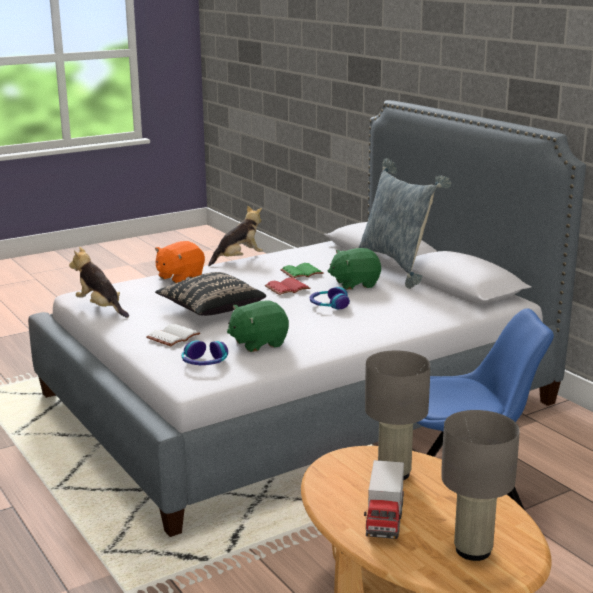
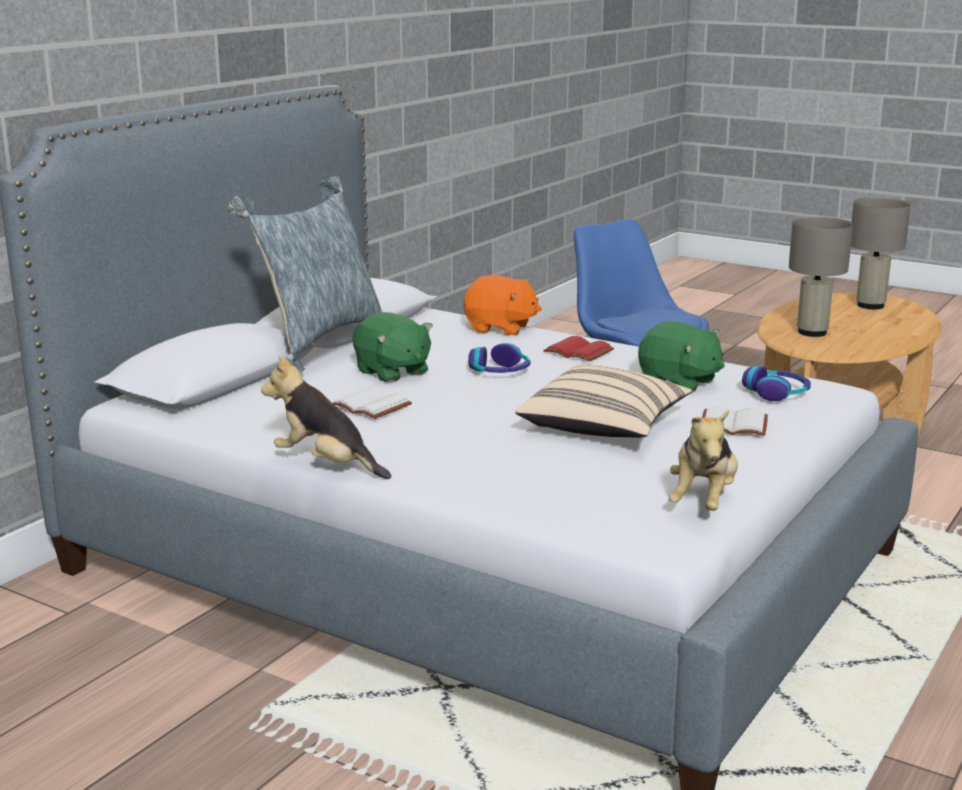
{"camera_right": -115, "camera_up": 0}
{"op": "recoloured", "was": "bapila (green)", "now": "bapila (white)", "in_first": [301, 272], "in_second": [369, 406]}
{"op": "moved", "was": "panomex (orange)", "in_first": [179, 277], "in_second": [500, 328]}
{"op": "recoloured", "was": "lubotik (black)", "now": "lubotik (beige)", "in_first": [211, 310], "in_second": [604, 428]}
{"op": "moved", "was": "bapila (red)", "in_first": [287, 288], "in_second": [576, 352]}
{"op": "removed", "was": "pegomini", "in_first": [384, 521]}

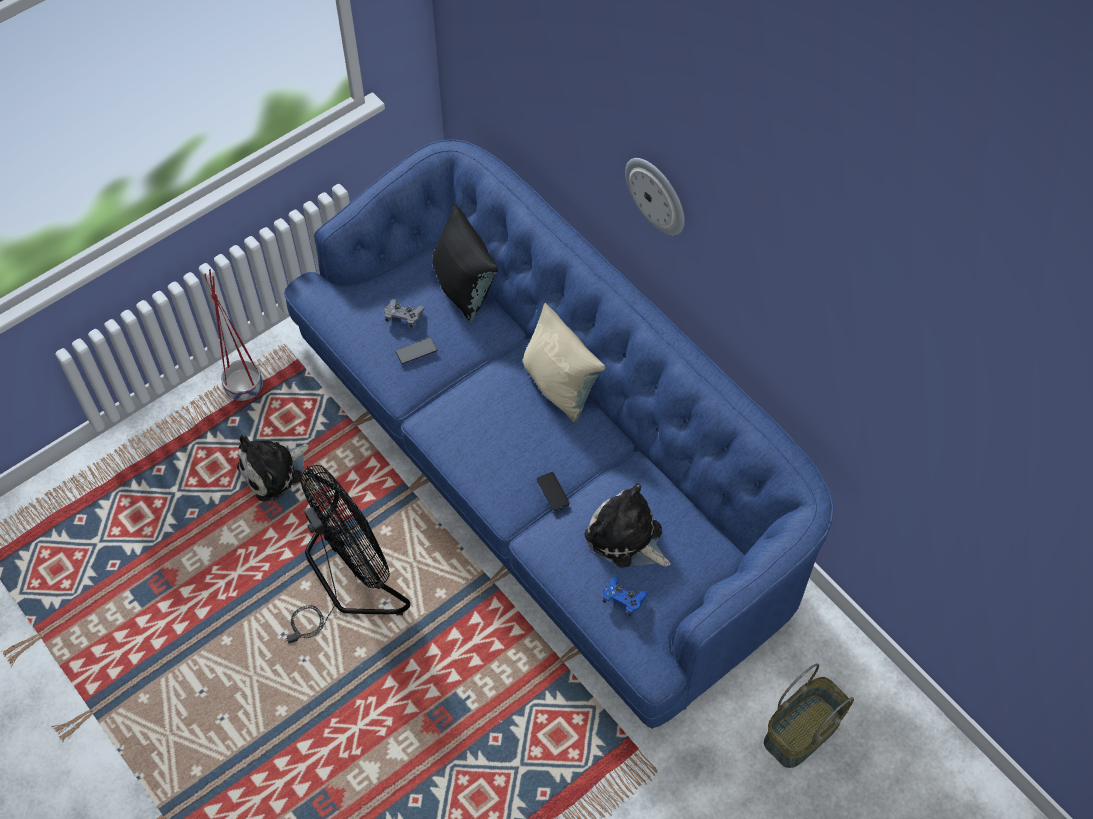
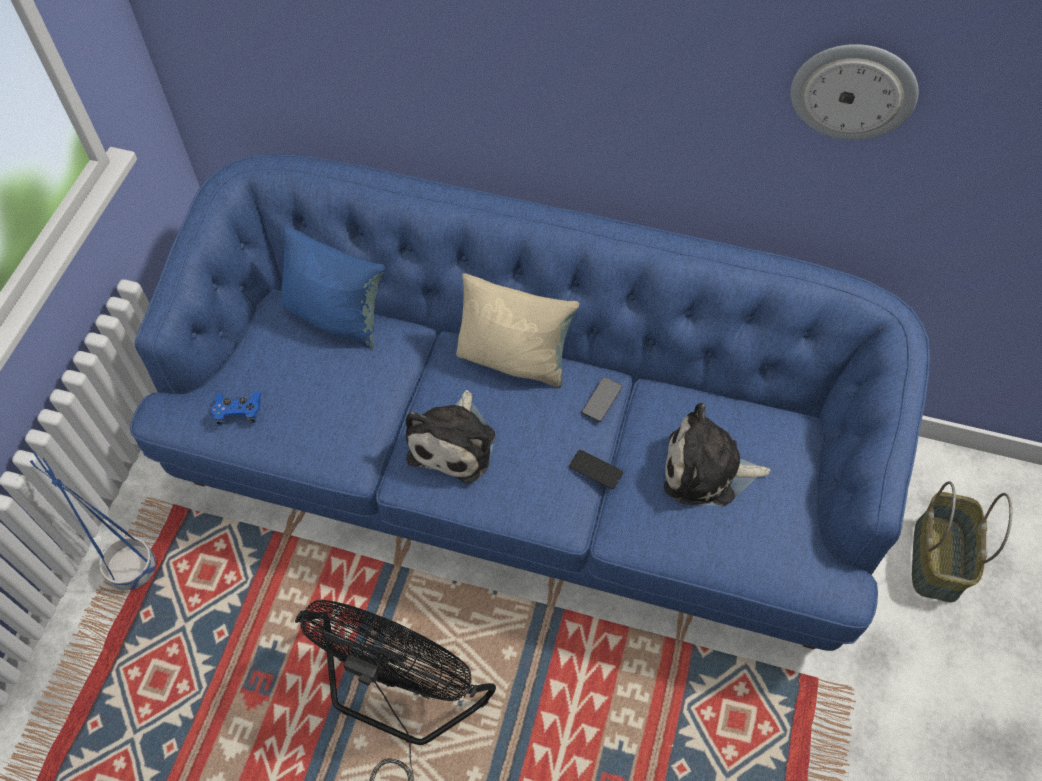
{"camera_right": -35, "camera_up": 0}
{"op": "recoloured", "was": "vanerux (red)", "now": "vanerux (blue)", "in_first": [244, 386], "in_second": [132, 568]}
{"op": "moved", "was": "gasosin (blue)", "in_first": [623, 599], "in_second": [239, 412]}
{"op": "recoloured", "was": "lubotik (black)", "now": "lubotik (blue)", "in_first": [464, 287], "in_second": [336, 316]}
{"op": "moved", "was": "panomex", "in_first": [274, 471], "in_second": [454, 442]}
{"op": "moved", "was": "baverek", "in_first": [416, 351], "in_second": [602, 400]}
{"op": "moved", "was": "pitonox", "in_first": [657, 195], "in_second": [853, 91]}
{"op": "removed", "was": "gasosin (grey)", "in_first": [404, 317]}

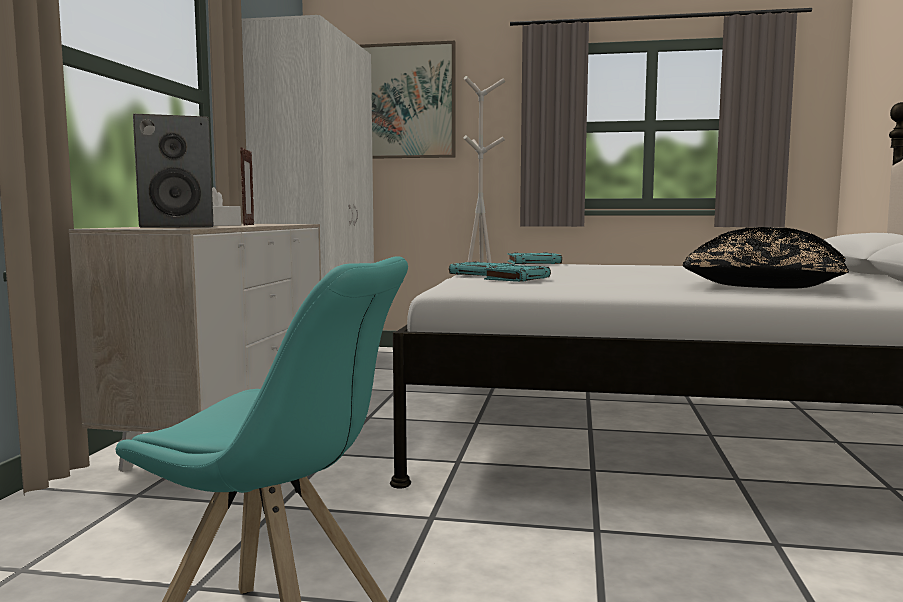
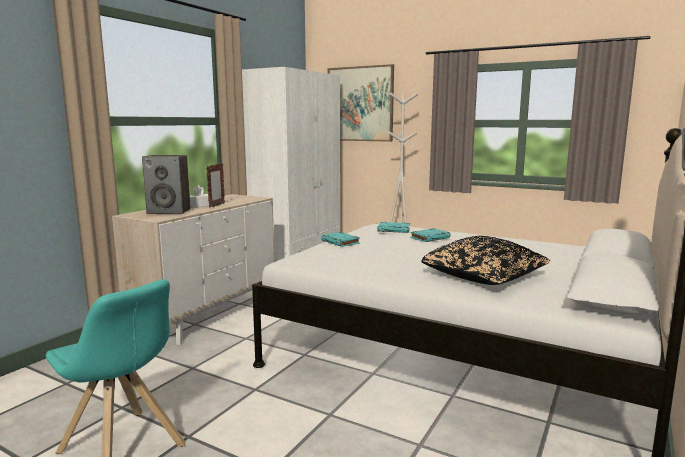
{"camera_right": 20, "camera_up": 5}
{"op": "moved", "was": "bapila (turquoise)", "in_first": [517, 278], "in_second": [430, 238]}

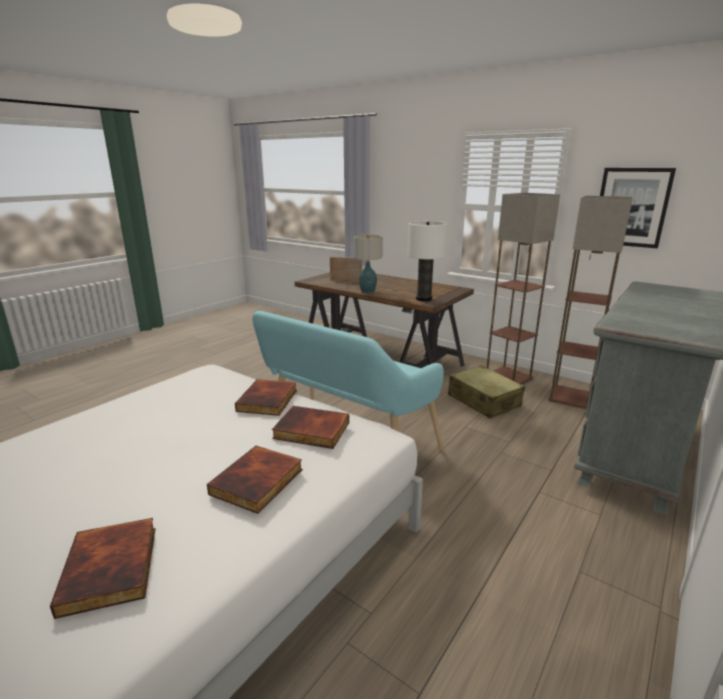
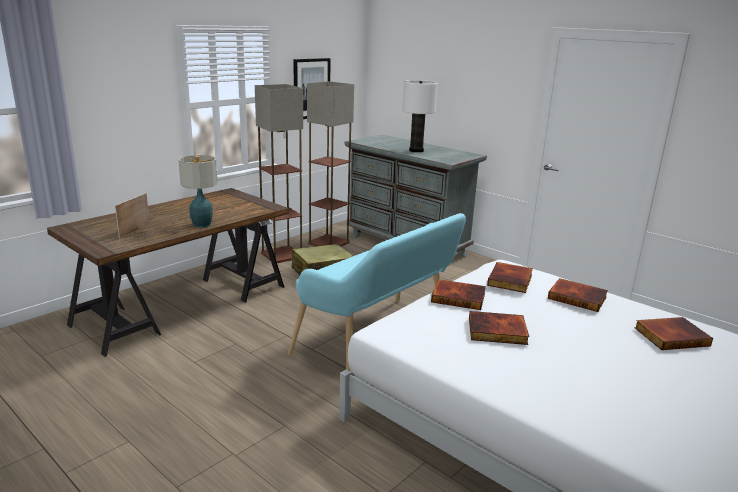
{"camera_right": -85, "camera_up": 0}
{"op": "moved", "was": "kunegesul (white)", "in_first": [424, 299], "in_second": [416, 150]}
{"op": "added", "now": "bapila", "in_second": [496, 331]}

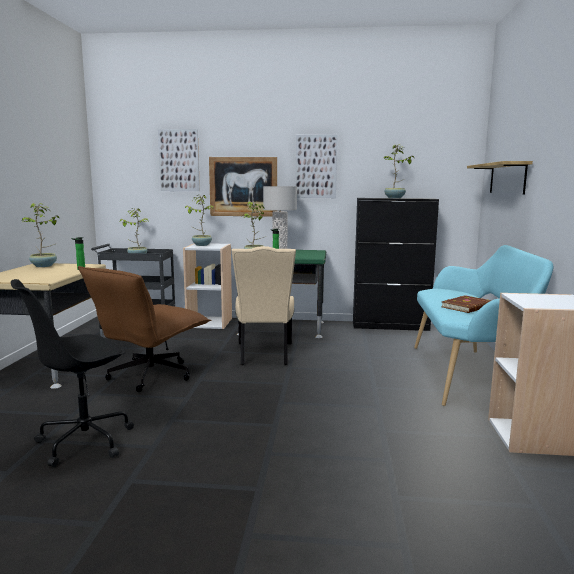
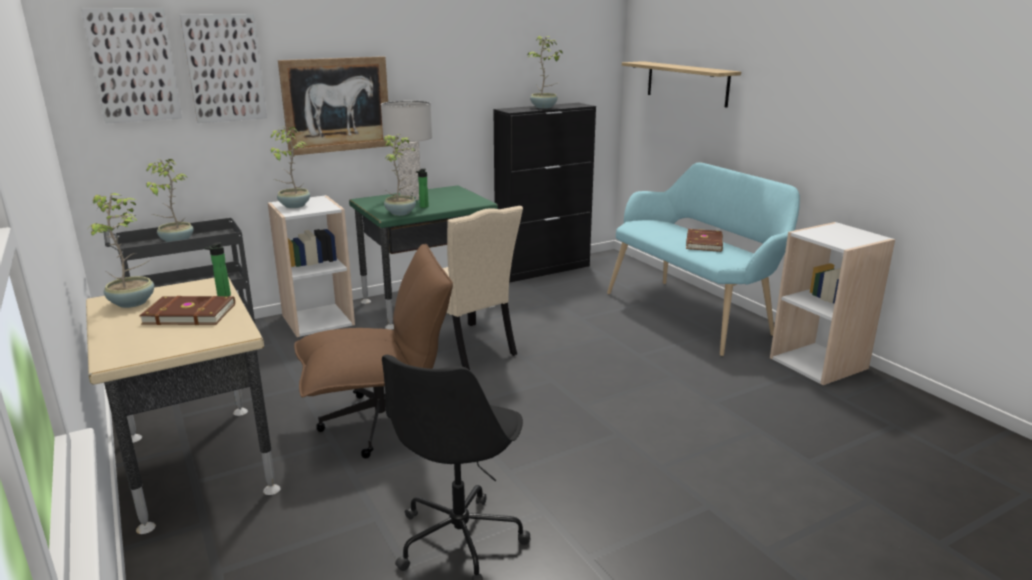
{"camera_right": -35, "camera_up": 10}
{"op": "moved", "was": "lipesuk", "in_first": [316, 166], "in_second": [133, 65]}
{"op": "added", "now": "bapila (brown)", "in_second": [190, 313]}
{"op": "turned", "was": "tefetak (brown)", "in_first": [152, 375], "in_second": [379, 423], "clockwise": -105}

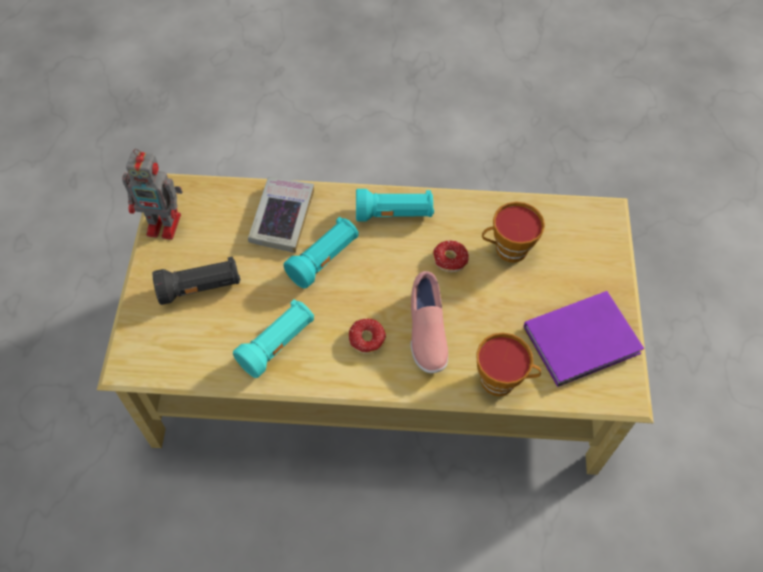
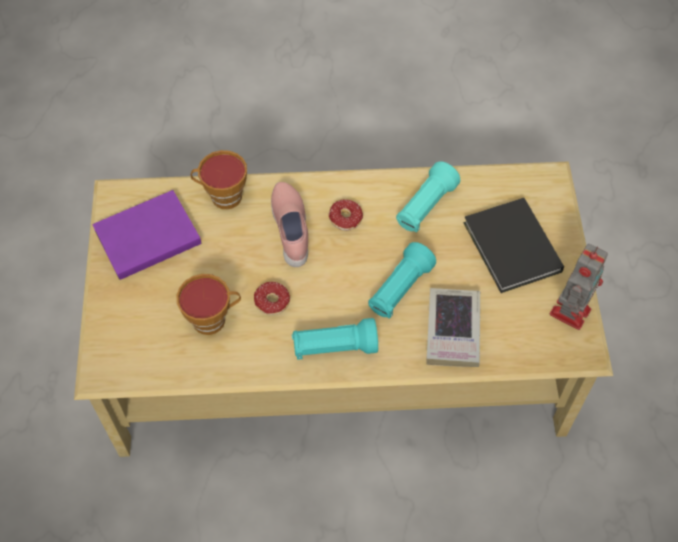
{"camera_right": 175, "camera_up": 0}
{"op": "replaced", "was": "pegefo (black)", "now": "bapila (black)", "in_first": [200, 288], "in_second": [511, 249]}
{"op": "turned", "was": "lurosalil", "in_first": [166, 225], "in_second": [571, 310], "clockwise": 120}

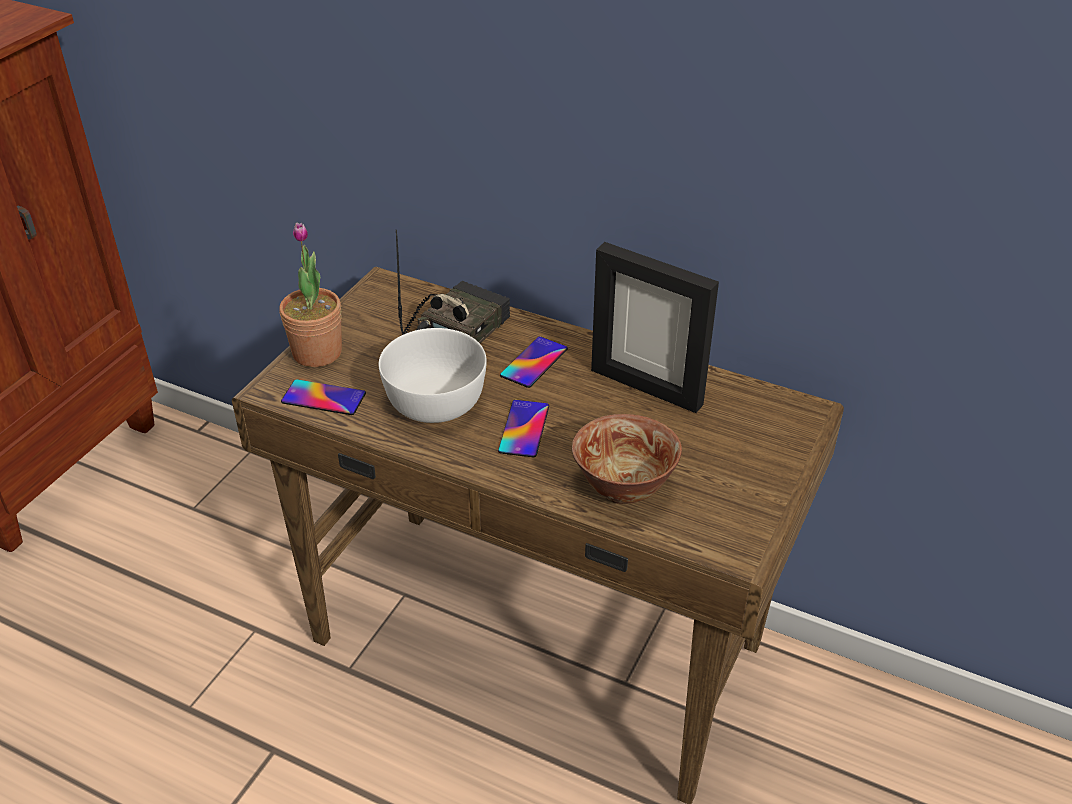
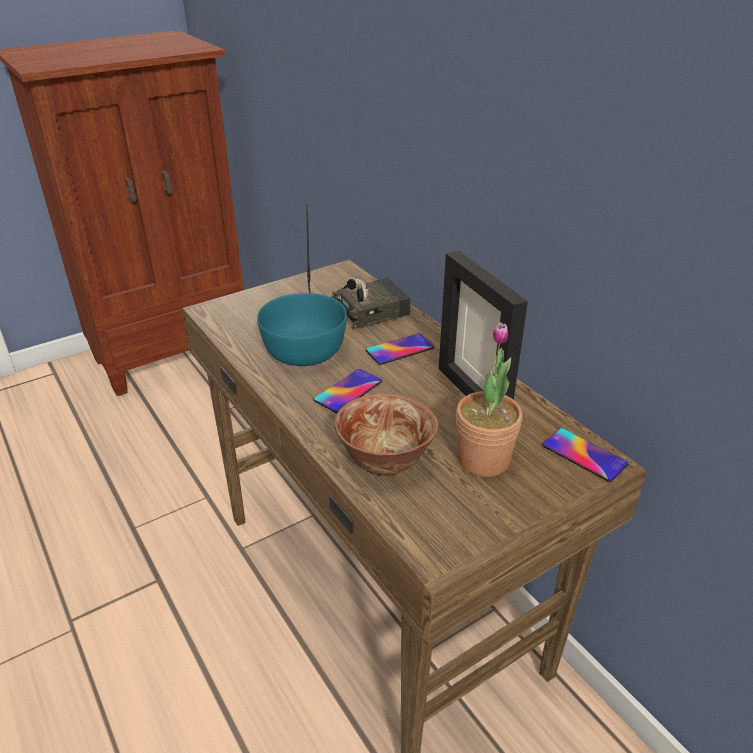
{"camera_right": 30, "camera_up": -5}
{"op": "recoloured", "was": "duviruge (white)", "now": "duviruge (turquoise)", "in_first": [437, 401], "in_second": [305, 351]}
{"op": "moved", "was": "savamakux", "in_first": [317, 353], "in_second": [483, 460]}
{"op": "moved", "was": "baverek", "in_first": [323, 398], "in_second": [584, 455]}

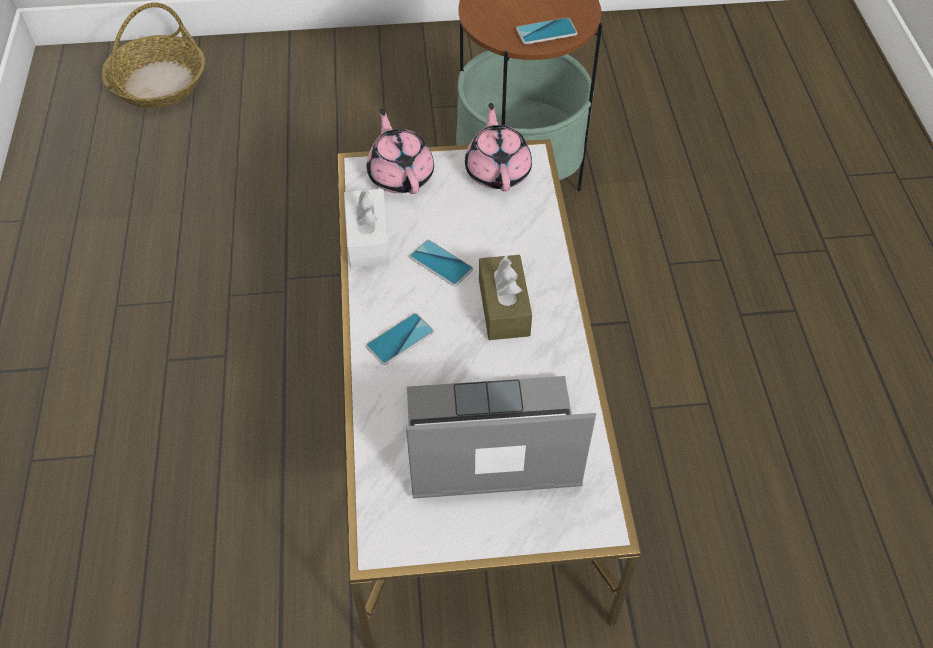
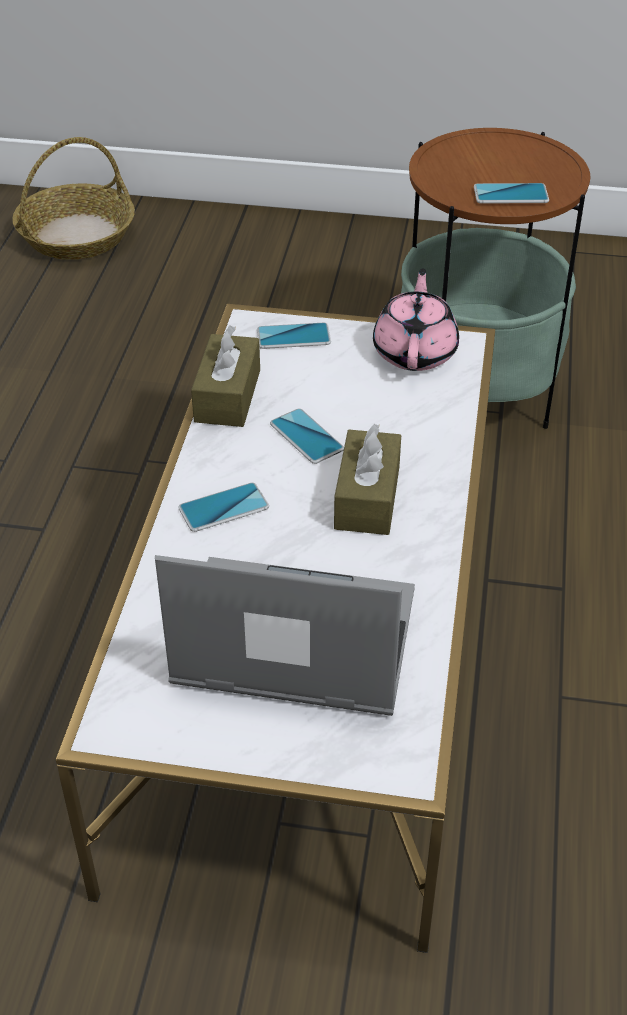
{"camera_right": 15, "camera_up": -10}
{"op": "recoloured", "was": "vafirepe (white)", "now": "vafirepe (brown)", "in_first": [368, 238], "in_second": [227, 396]}
{"op": "replaced", "was": "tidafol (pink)", "now": "baverek", "in_first": [400, 175], "in_second": [293, 337]}

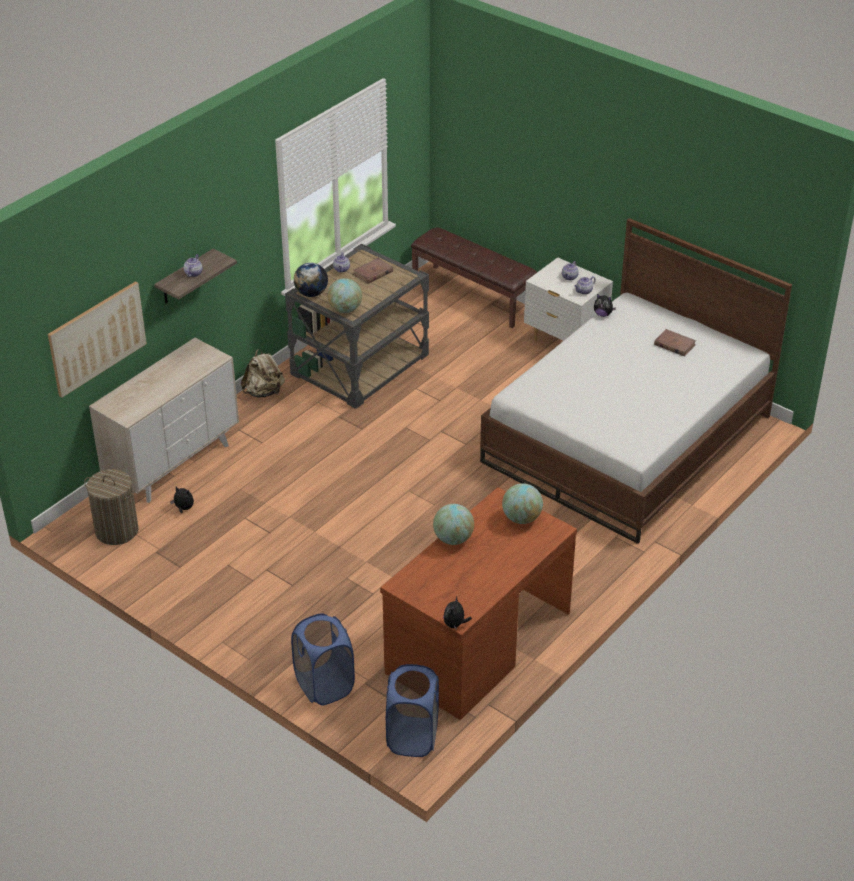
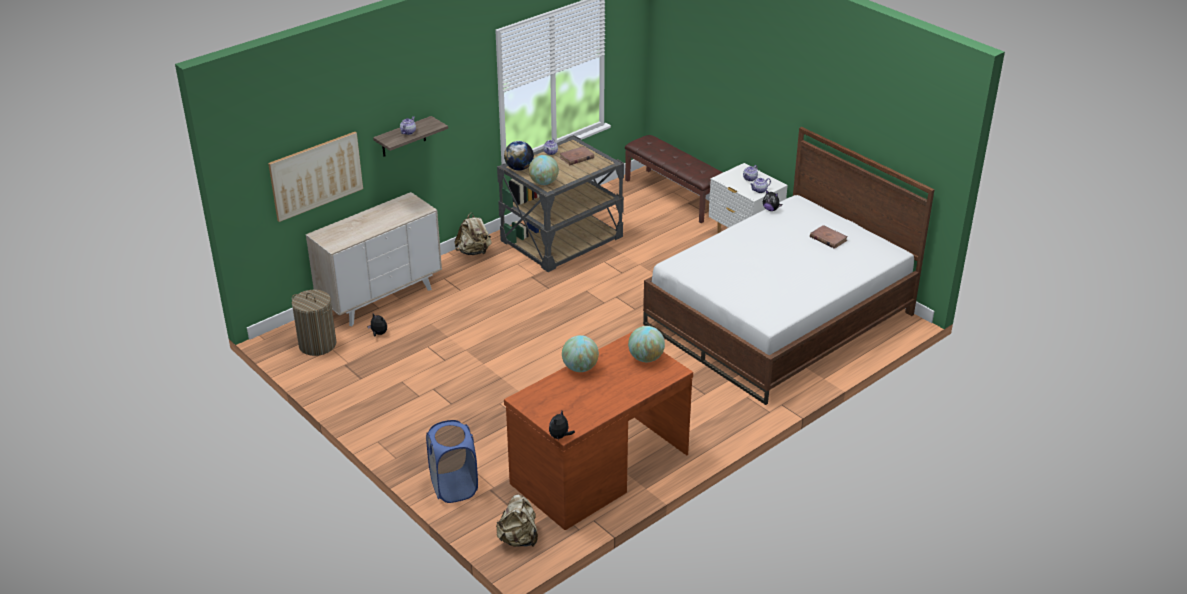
{"camera_right": 10, "camera_up": -5}
{"op": "replaced", "was": "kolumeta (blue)", "now": "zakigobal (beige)", "in_first": [412, 737], "in_second": [518, 539]}

